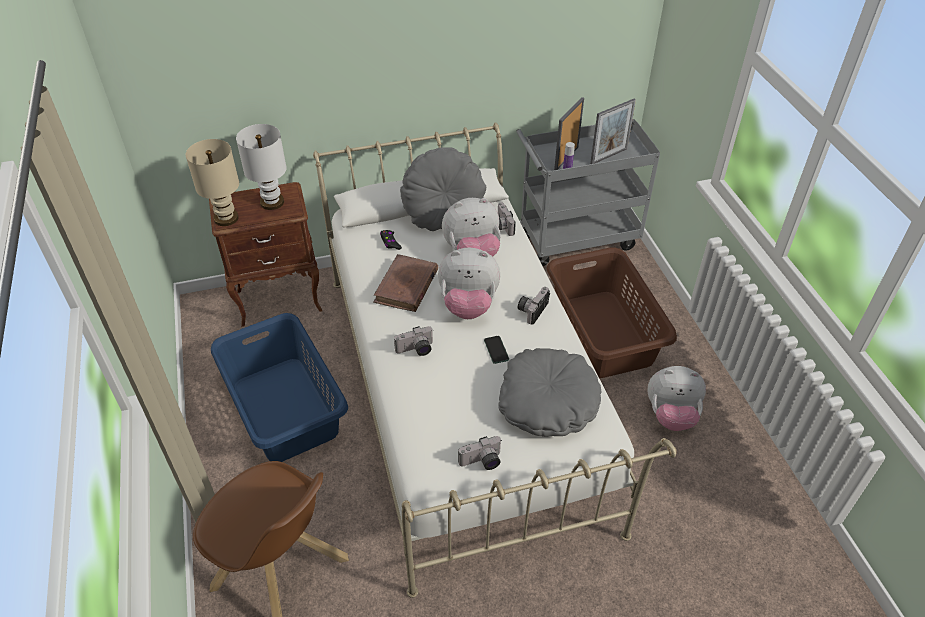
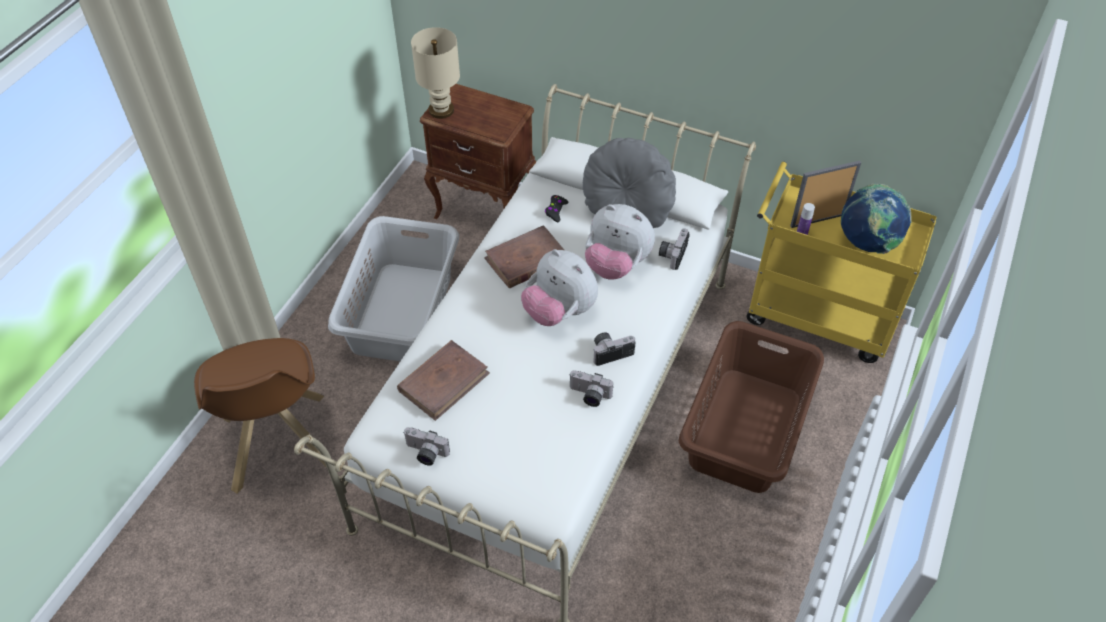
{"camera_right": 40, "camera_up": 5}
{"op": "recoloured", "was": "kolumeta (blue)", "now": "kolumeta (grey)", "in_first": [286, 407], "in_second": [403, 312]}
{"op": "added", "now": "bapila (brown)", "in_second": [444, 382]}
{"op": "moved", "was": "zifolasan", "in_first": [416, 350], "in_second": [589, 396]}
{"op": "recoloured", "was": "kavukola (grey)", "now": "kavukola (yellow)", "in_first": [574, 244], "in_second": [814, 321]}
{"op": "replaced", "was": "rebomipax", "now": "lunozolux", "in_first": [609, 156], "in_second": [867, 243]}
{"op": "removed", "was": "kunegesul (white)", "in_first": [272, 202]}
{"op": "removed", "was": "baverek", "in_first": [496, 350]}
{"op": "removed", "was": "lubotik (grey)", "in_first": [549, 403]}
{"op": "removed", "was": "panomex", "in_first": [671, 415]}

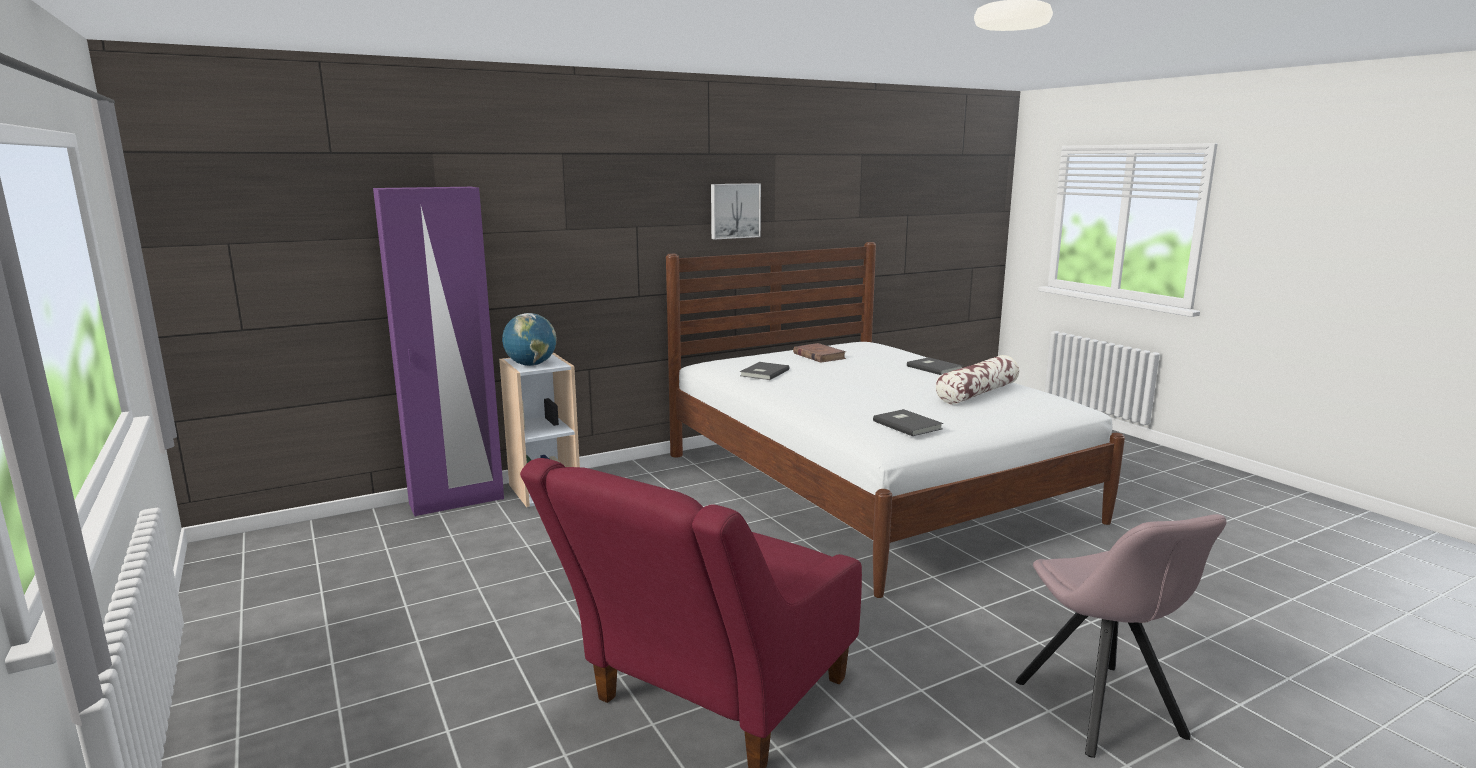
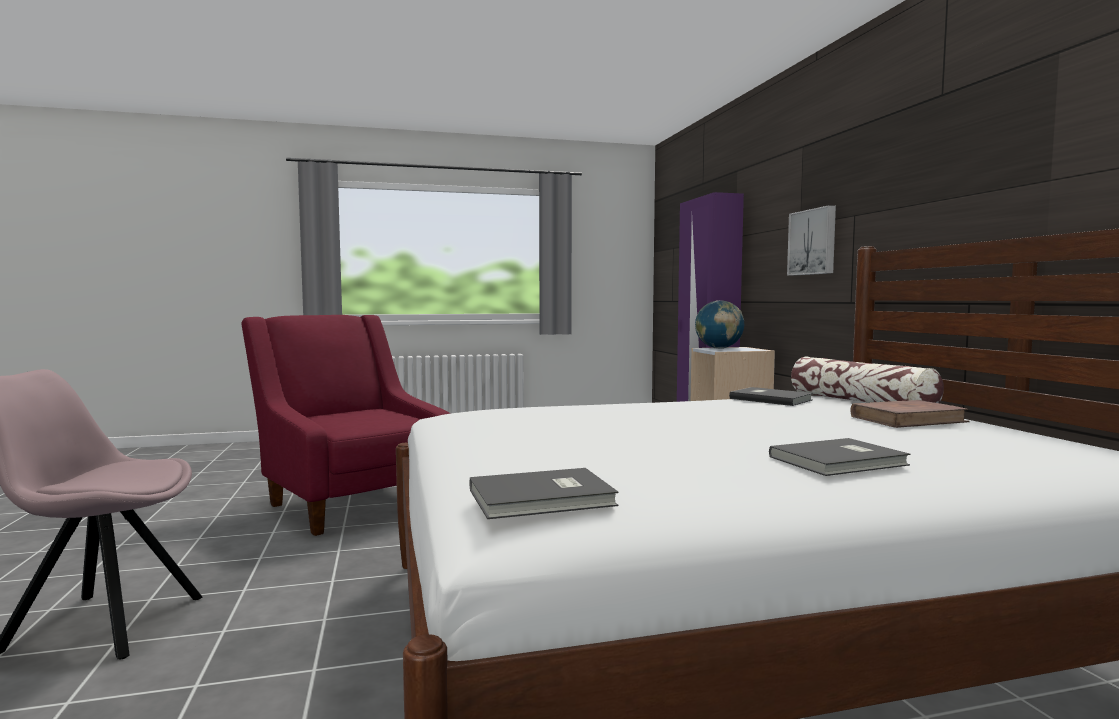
{"camera_right": 105, "camera_up": -10}
{"op": "moved", "was": "bapila (grey)", "in_first": [908, 424], "in_second": [544, 498]}
{"op": "moved", "was": "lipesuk", "in_first": [734, 210], "in_second": [813, 242]}
{"op": "moved", "was": "lubotik", "in_first": [977, 393], "in_second": [860, 401]}

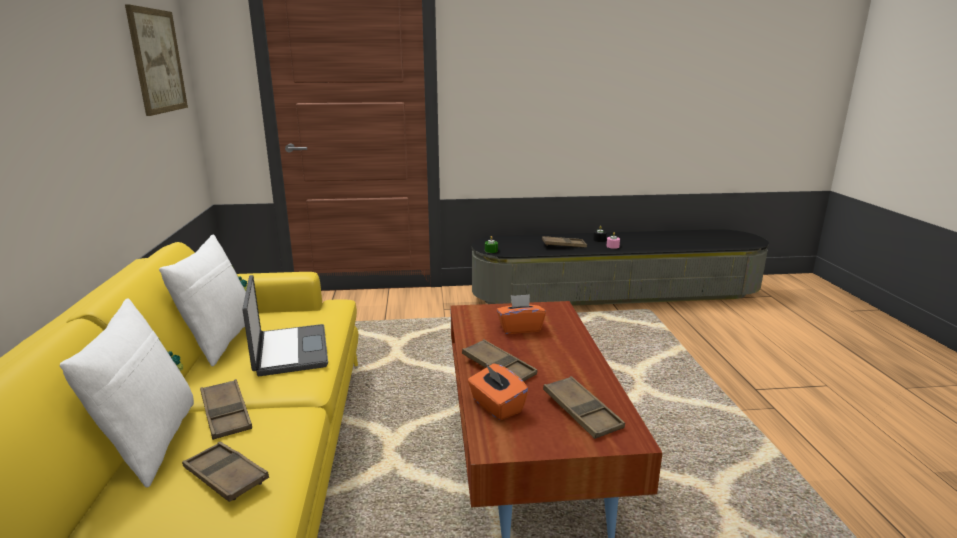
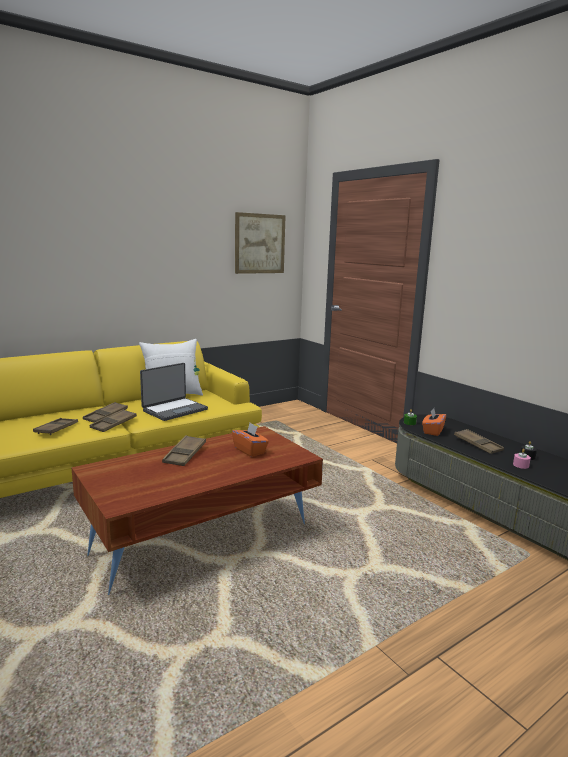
{"camera_right": 60, "camera_up": -5}
{"op": "moved", "was": "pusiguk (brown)", "in_first": [581, 412], "in_second": [113, 424]}
{"op": "moved", "was": "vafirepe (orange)", "in_first": [496, 406], "in_second": [432, 431]}
{"op": "removed", "was": "lubotik (white)", "in_first": [151, 444]}

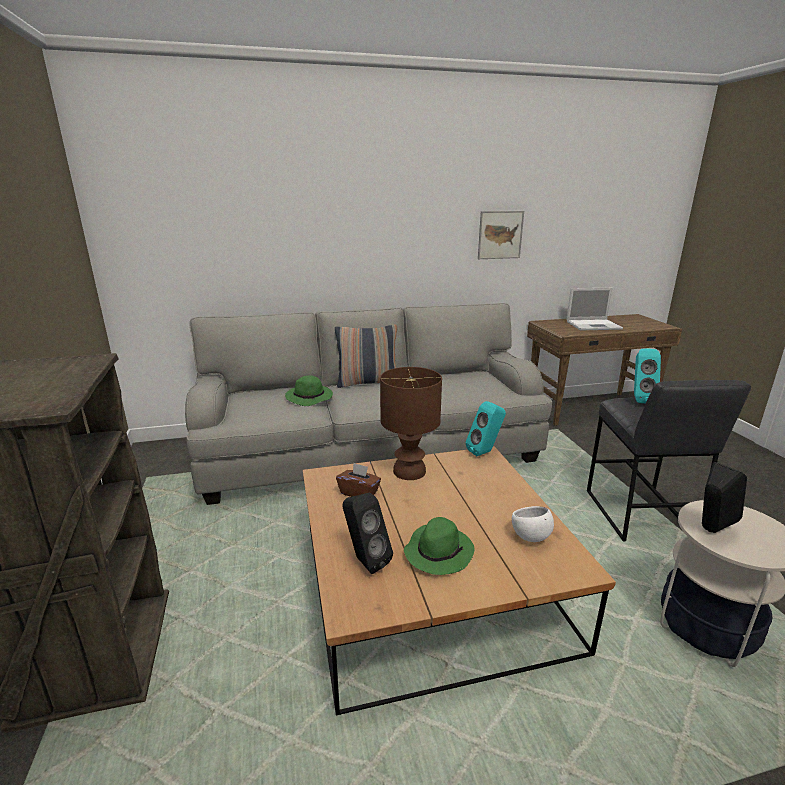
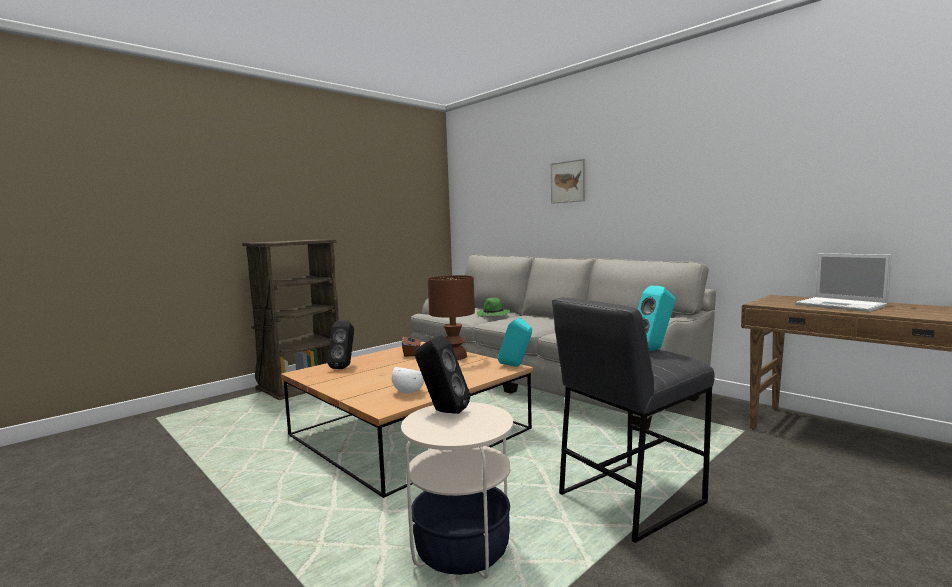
{"camera_right": 60, "camera_up": -15}
{"op": "moved", "was": "lipesuk", "in_first": [500, 235], "in_second": [568, 181]}
{"op": "removed", "was": "lubotik", "in_first": [368, 383]}
{"op": "removed", "was": "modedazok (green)", "in_first": [438, 552]}

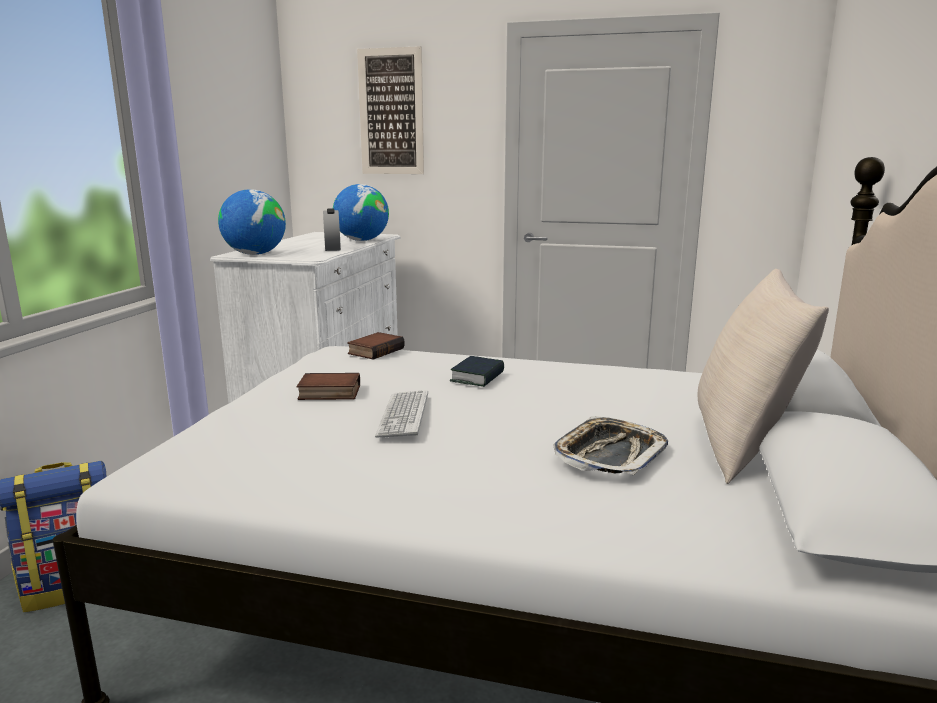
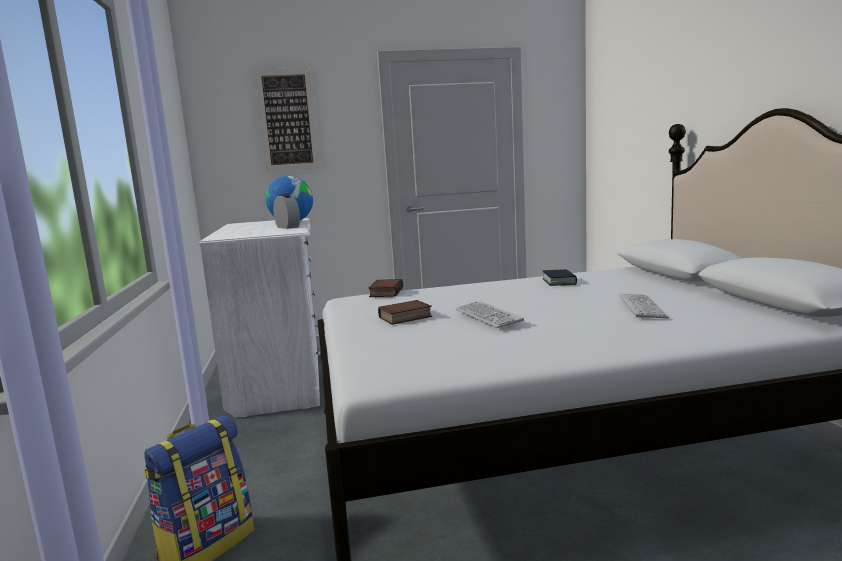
{"camera_right": -25, "camera_up": -5}
{"op": "moved", "was": "bapila", "in_first": [477, 377], "in_second": [559, 282]}
{"op": "replaced", "was": "pusiguk", "now": "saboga", "in_first": [609, 454], "in_second": [642, 307]}
{"op": "removed", "was": "lunozolux", "in_first": [255, 254]}
{"op": "removed", "was": "lubotik (beige)", "in_first": [743, 445]}

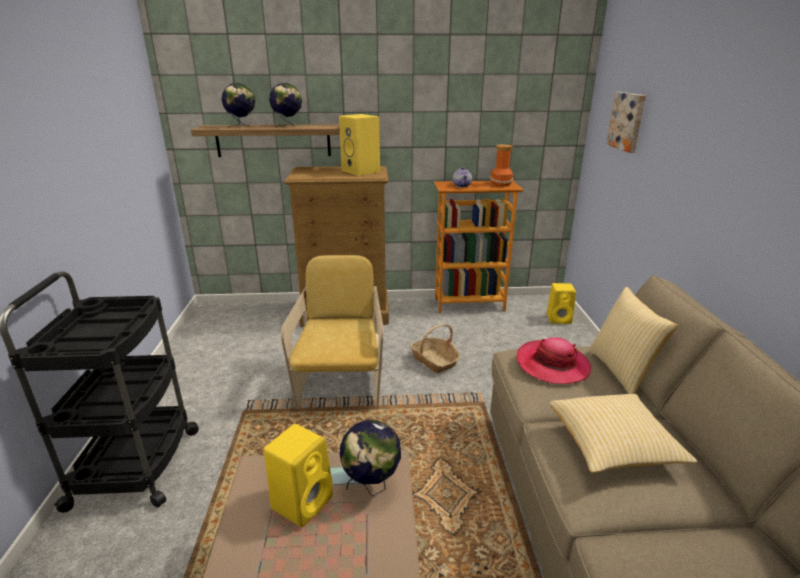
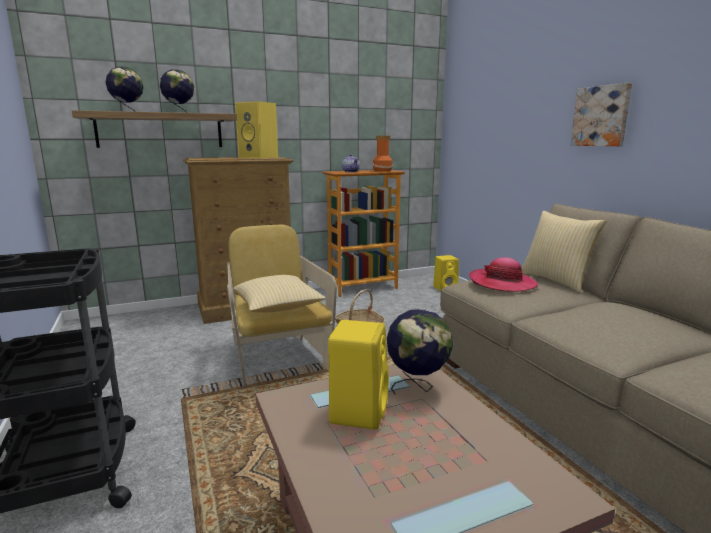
{"camera_right": -20, "camera_up": -10}
{"op": "moved", "was": "lubotik", "in_first": [612, 446], "in_second": [278, 308]}
{"op": "moved", "was": "lipesuk", "in_first": [627, 121], "in_second": [601, 116]}

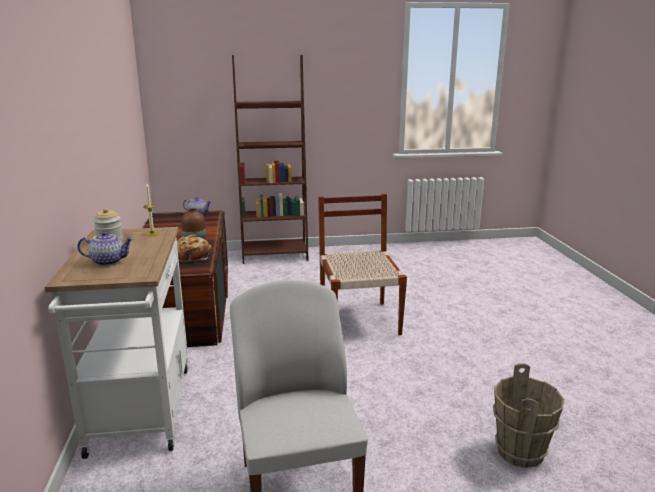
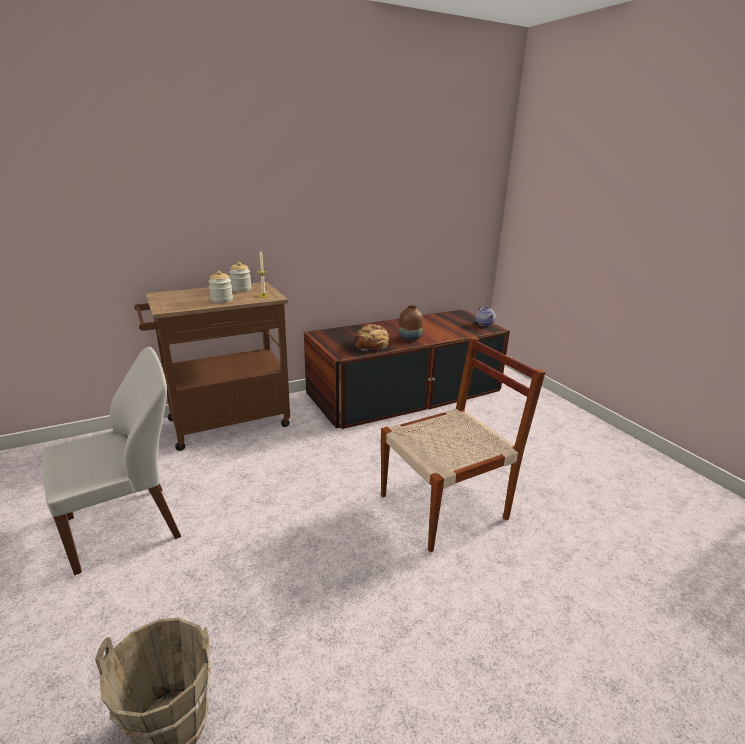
{"camera_right": 70, "camera_up": 5}
{"op": "recoloured", "was": "kavukola (white)", "now": "kavukola (brown)", "in_first": [140, 412], "in_second": [225, 424]}
{"op": "added", "now": "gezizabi", "in_second": [222, 300]}
{"op": "removed", "was": "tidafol", "in_first": [108, 261]}
{"op": "removed", "was": "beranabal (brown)", "in_first": [274, 255]}

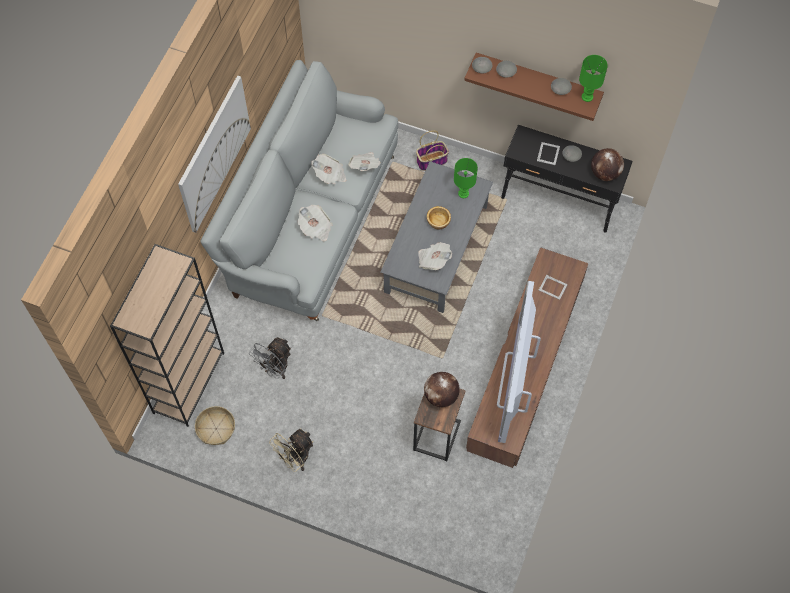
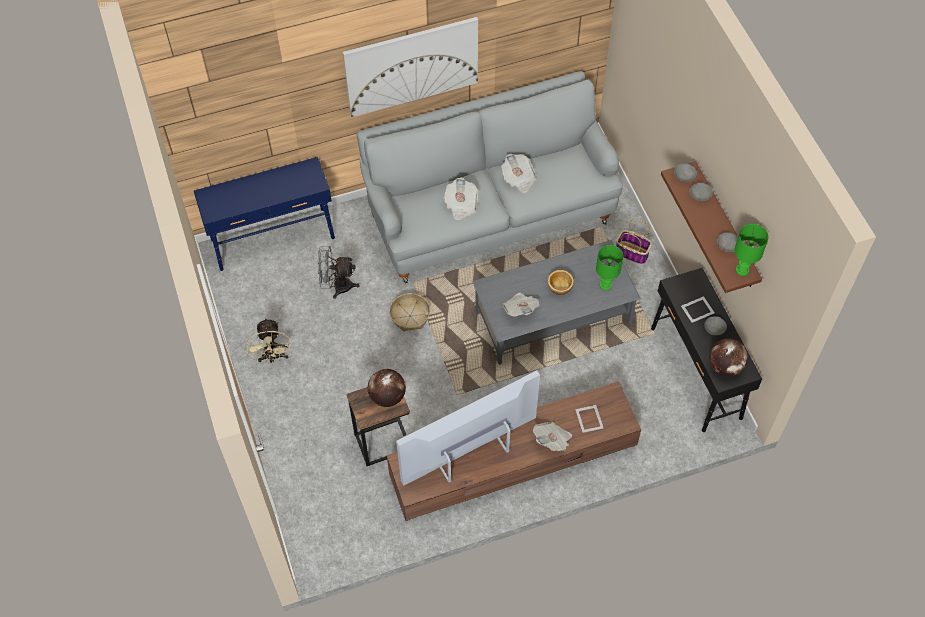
{"camera_right": 50, "camera_up": -5}
{"op": "replaced", "was": "beranabal (beige)", "now": "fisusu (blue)", "in_first": [188, 382], "in_second": [273, 240]}
{"op": "turned", "was": "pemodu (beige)", "in_first": [295, 458], "in_second": [273, 357], "clockwise": -105}
{"op": "moved", "was": "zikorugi", "in_first": [216, 428], "in_second": [410, 316]}
{"op": "moved", "was": "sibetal", "in_first": [365, 166], "in_second": [552, 440]}

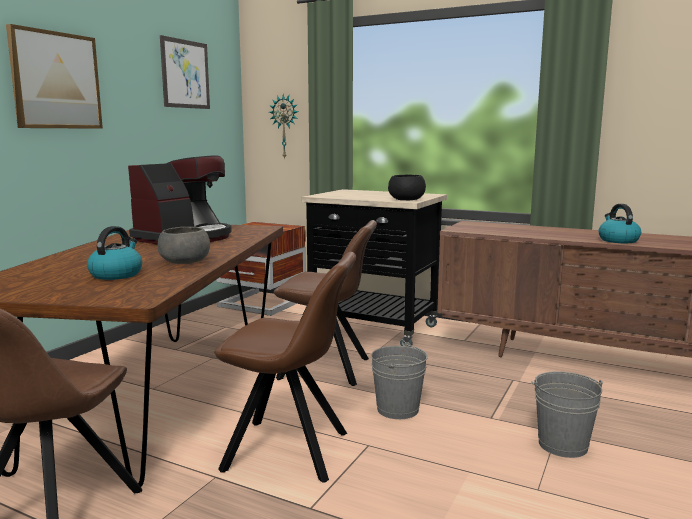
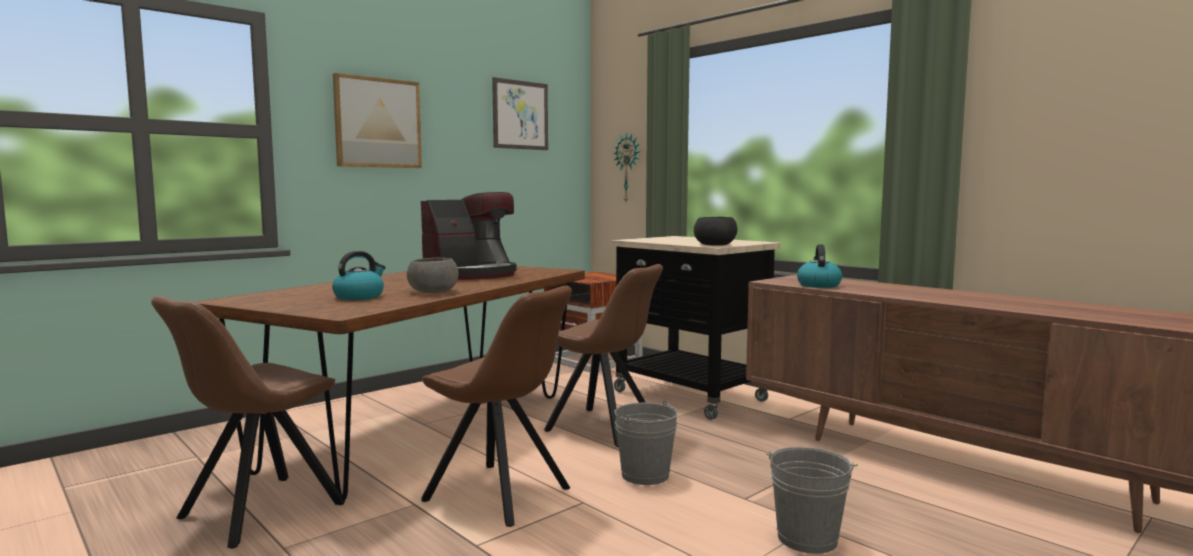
{"camera_right": 20, "camera_up": -5}
{"op": "moved", "was": "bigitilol", "in_first": [617, 240], "in_second": [818, 285]}

